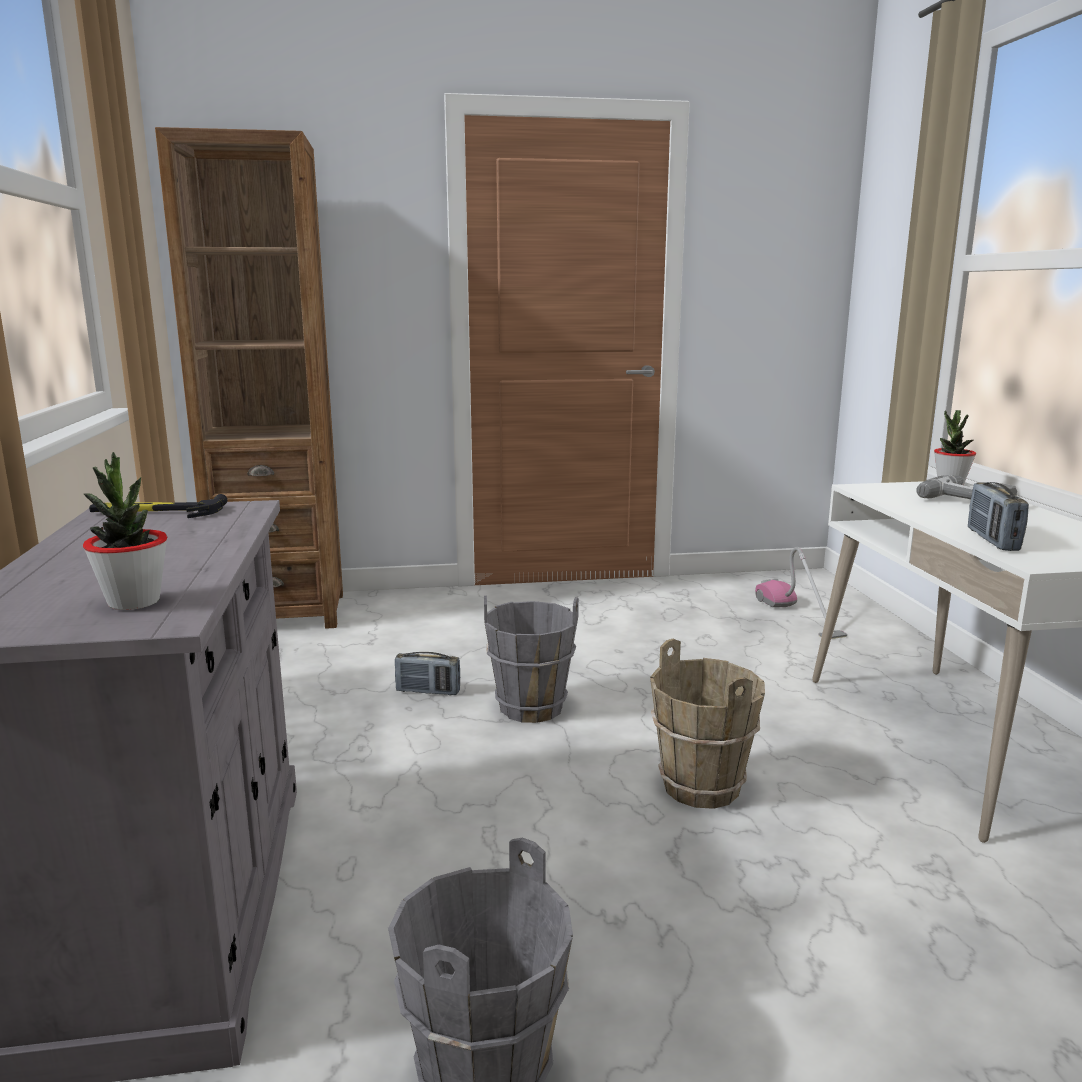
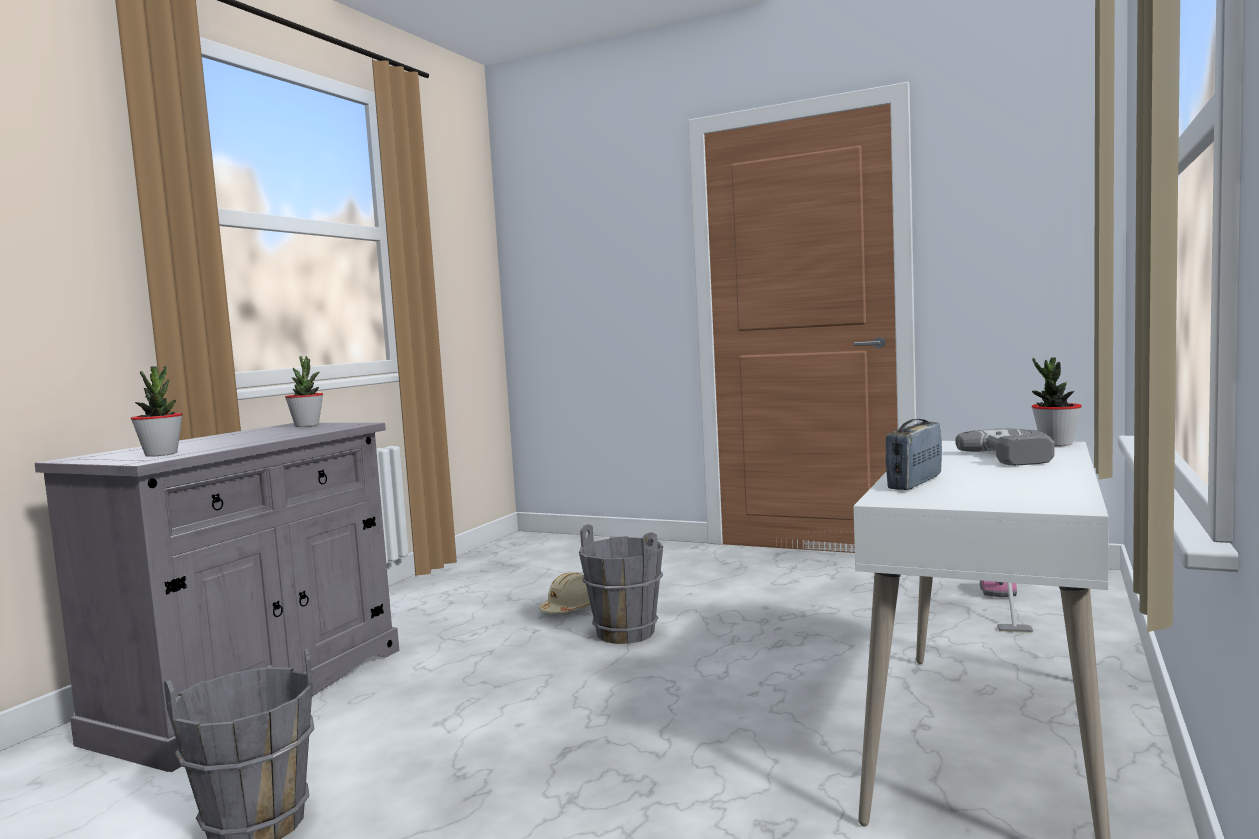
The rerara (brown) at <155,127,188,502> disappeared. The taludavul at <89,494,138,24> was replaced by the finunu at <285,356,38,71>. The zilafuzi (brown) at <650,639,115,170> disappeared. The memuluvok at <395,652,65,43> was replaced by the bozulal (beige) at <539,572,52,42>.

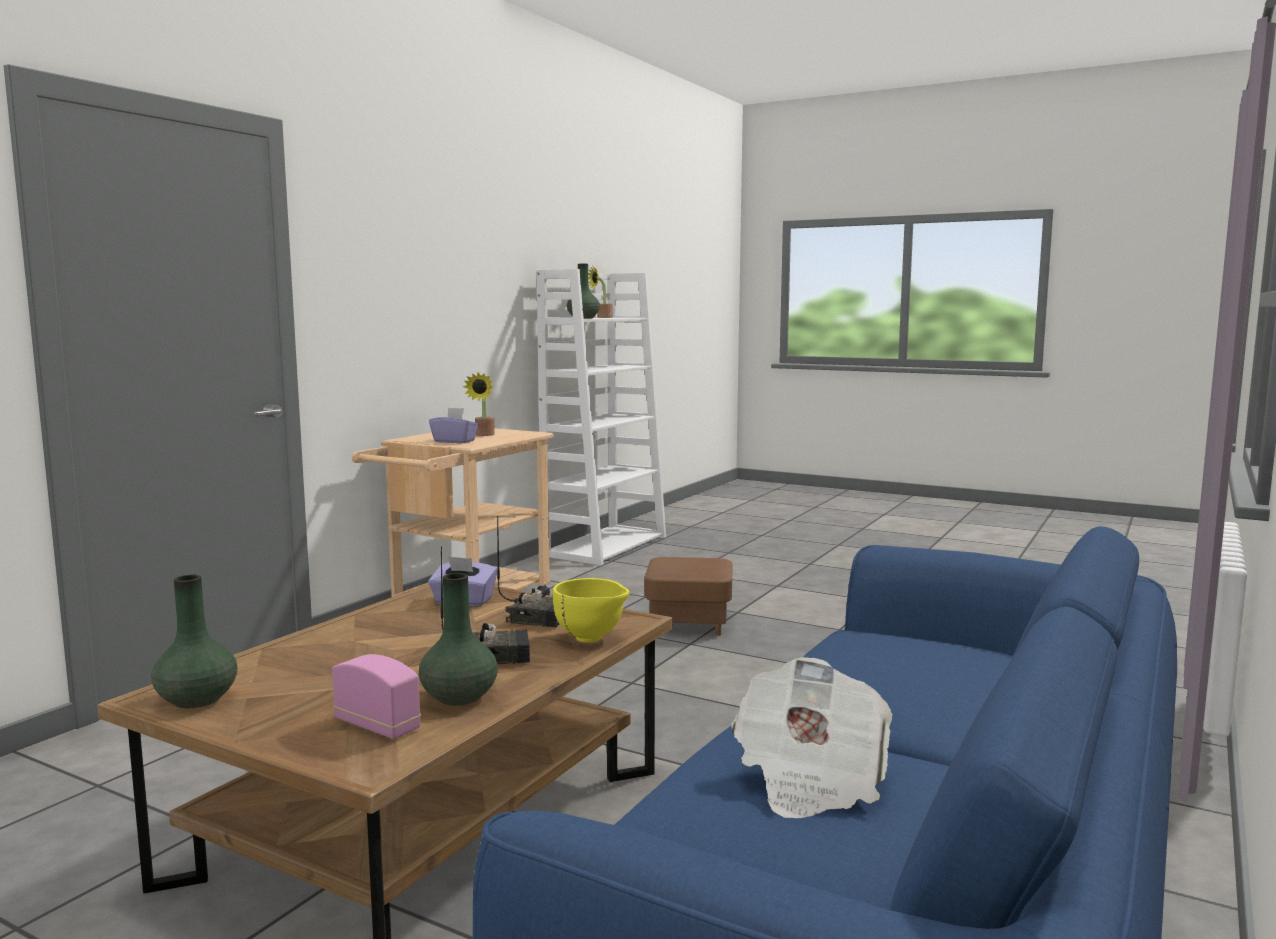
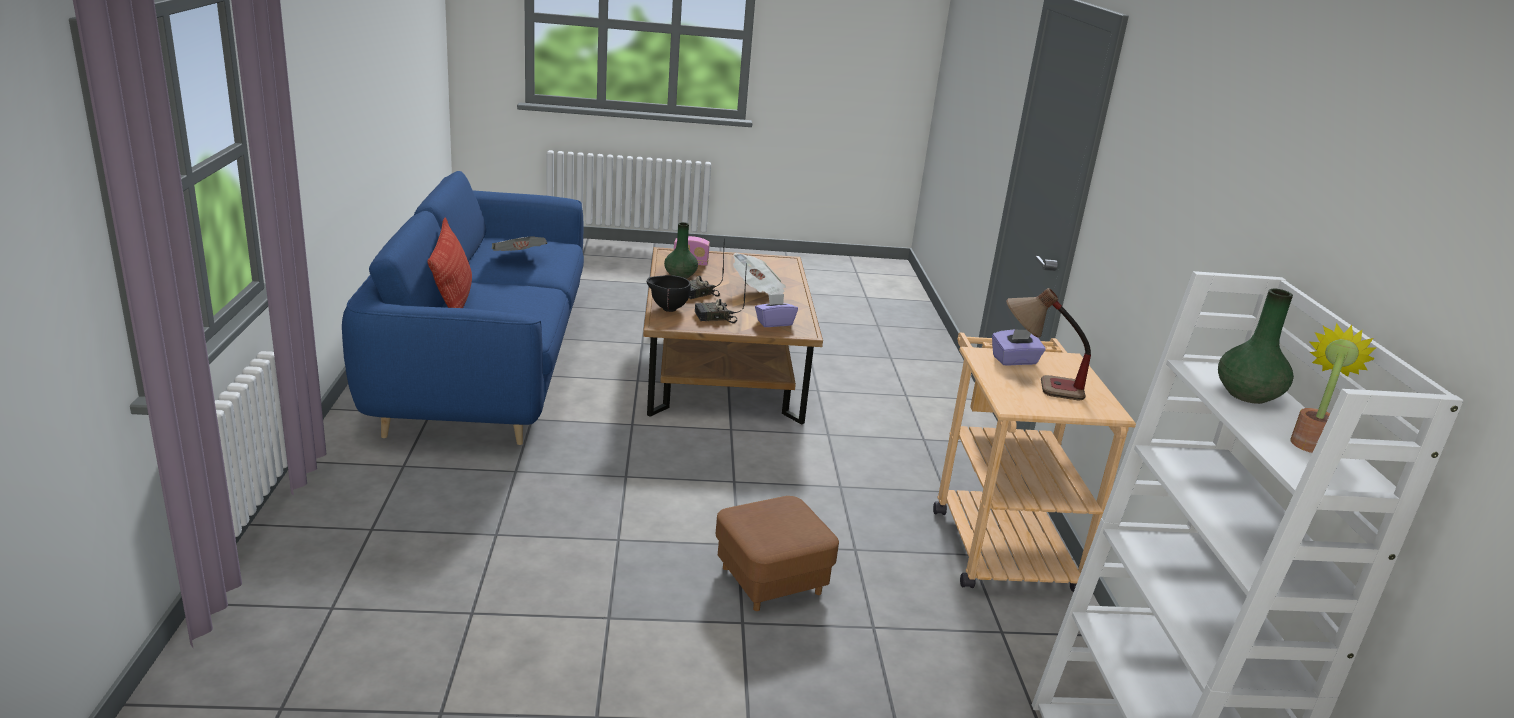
The finunu at <463,373,32,63> was replaced by the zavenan at <1006,288,85,112>. The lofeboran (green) at <151,575,87,134> disappeared. The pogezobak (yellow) at <553,578,76,65> became the pogezobak (black) at <647,275,44,37>. The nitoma at <427,218,45,90> appeared. The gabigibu at <733,253,53,42> appeared.

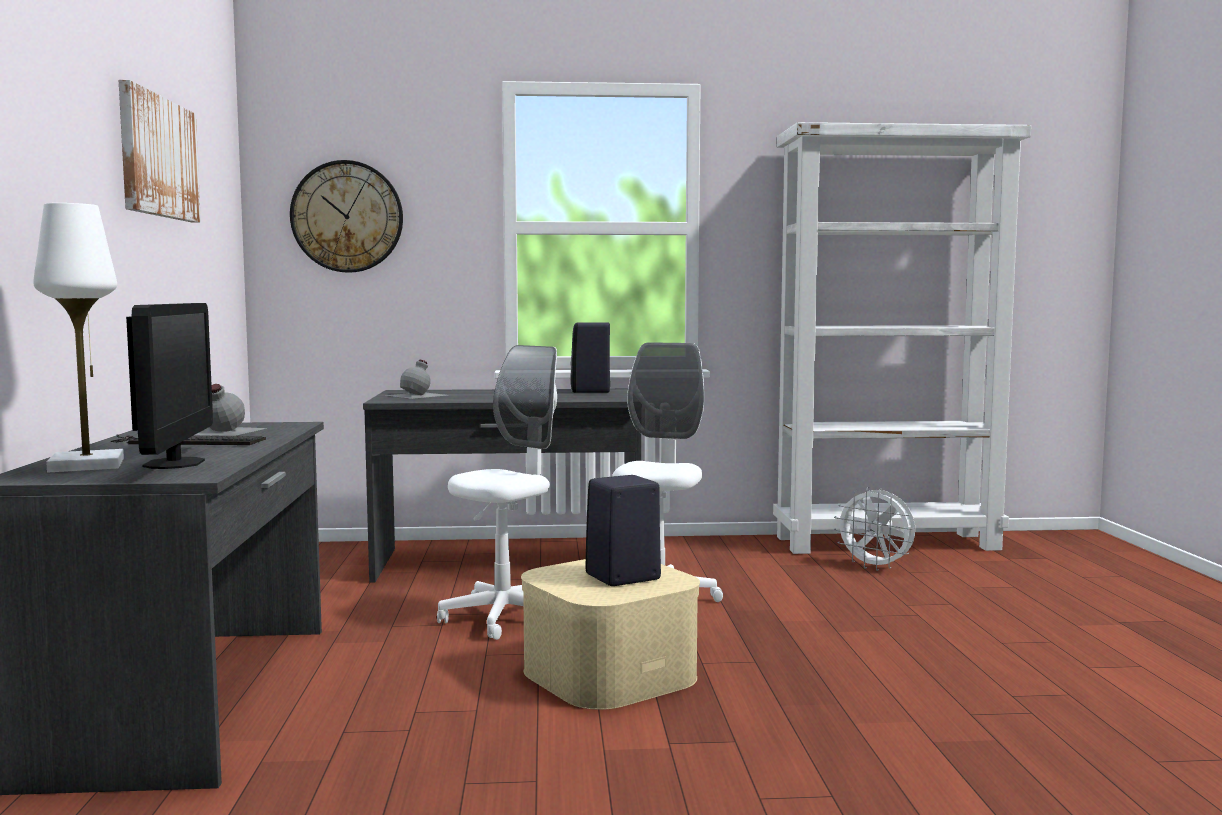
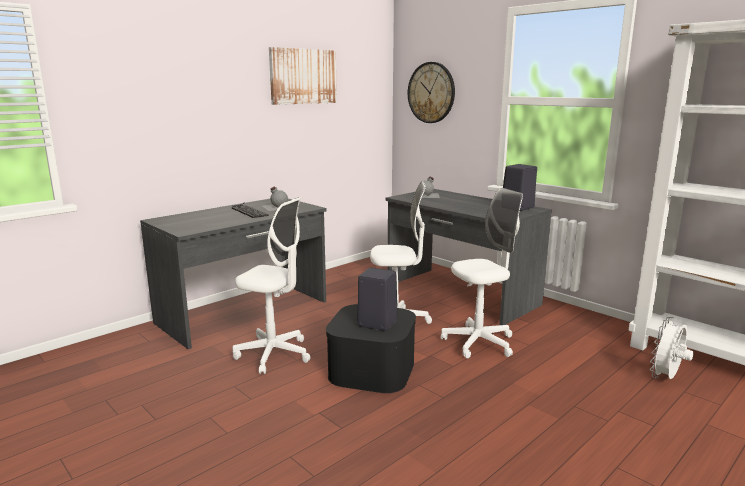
The zavenan (white) at <33,203,91,270> disappeared. The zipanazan at <126,303,87,166> disappeared. The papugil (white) at <834,487,81,84> turned 45 degrees clockwise. The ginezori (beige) at <521,559,179,151> became the ginezori (black) at <326,304,90,89>. The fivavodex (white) at <232,197,79,177> appeared.

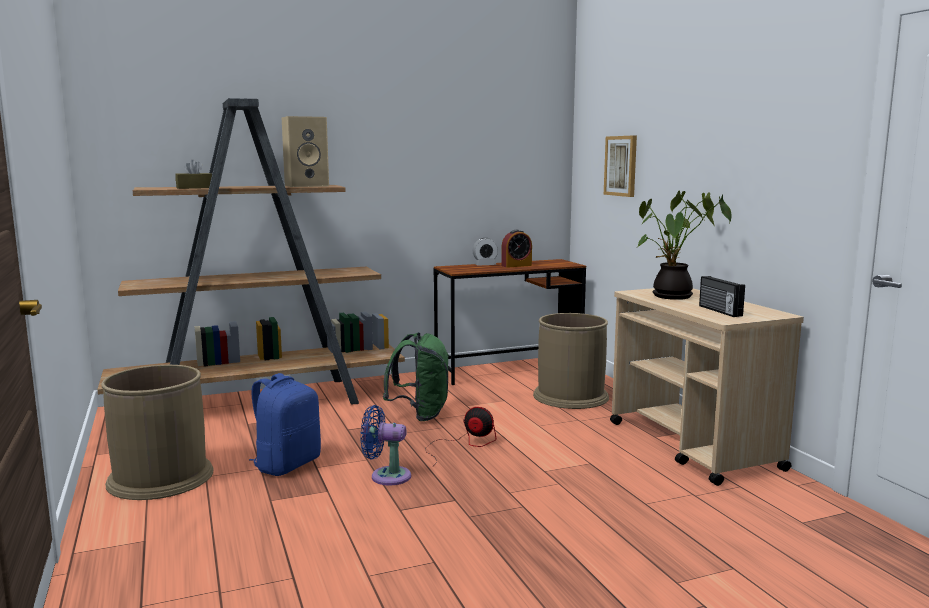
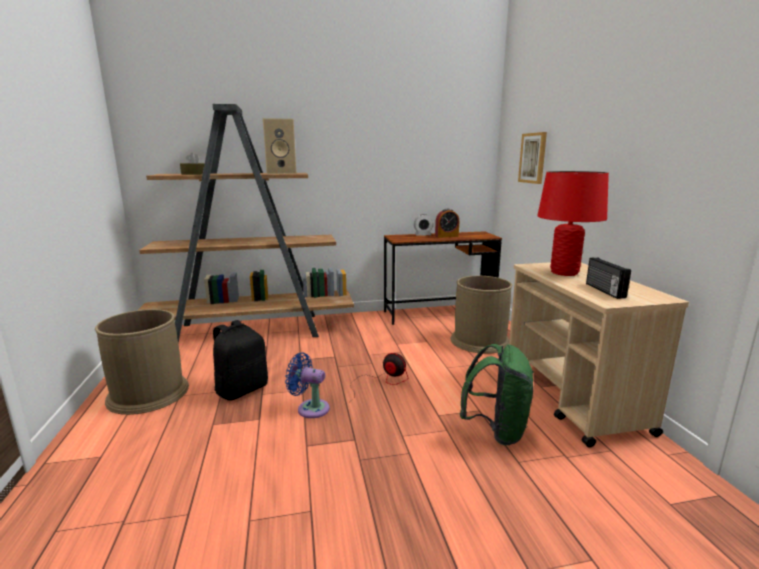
The finunu at <638,191,94,109> was replaced by the zavenan (red) at <537,171,72,105>. The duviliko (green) moved from <383,332,66,89> to <460,344,74,101>. The duviliko (blue) at <249,373,72,103> became the duviliko (black) at <213,320,55,81>.

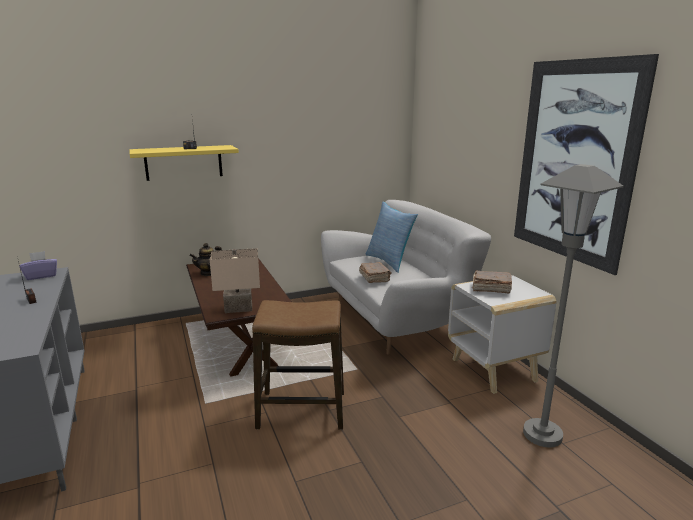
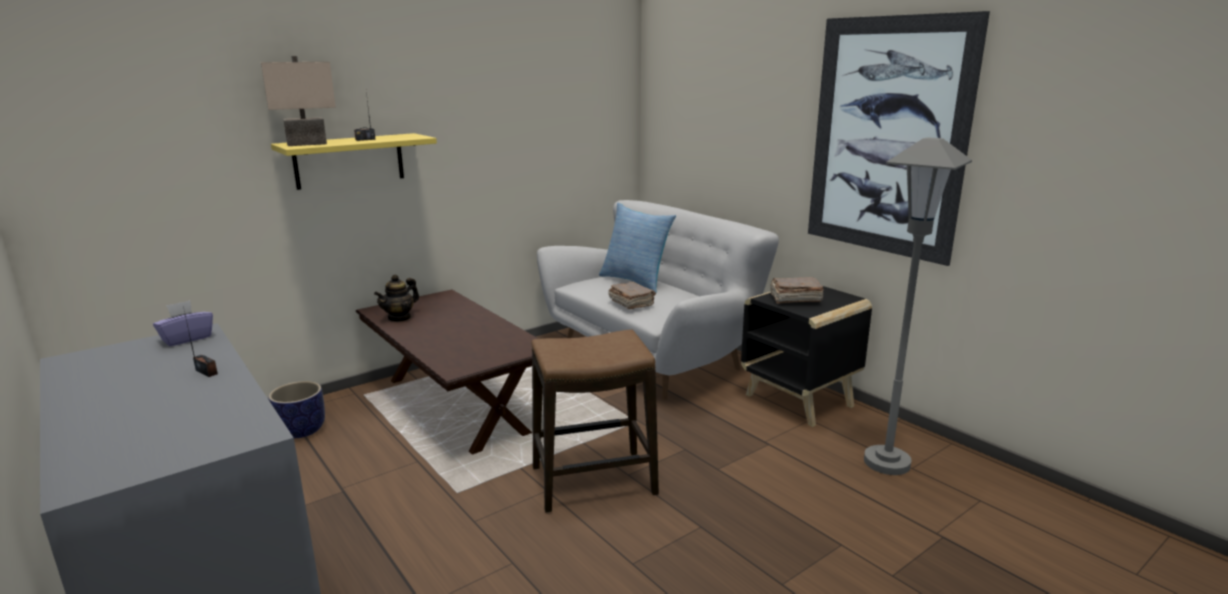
The zavenan (beige) moved from <210,248,50,65> to <261,56,75,90>. The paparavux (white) at <448,275,109,119> became the paparavux (black) at <741,286,131,141>. The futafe at <268,381,57,57> appeared.

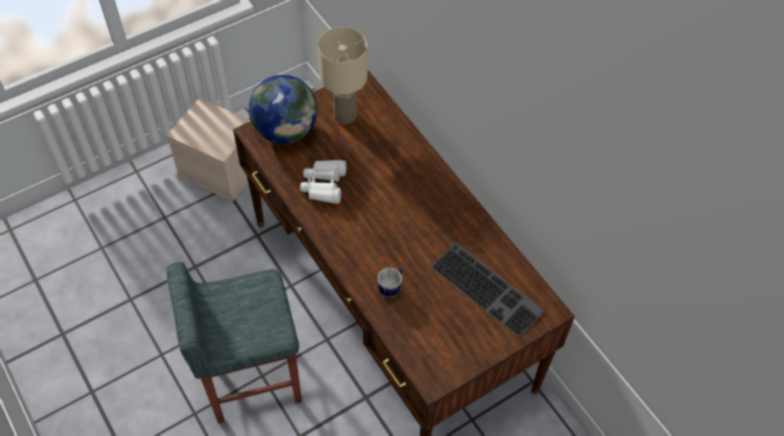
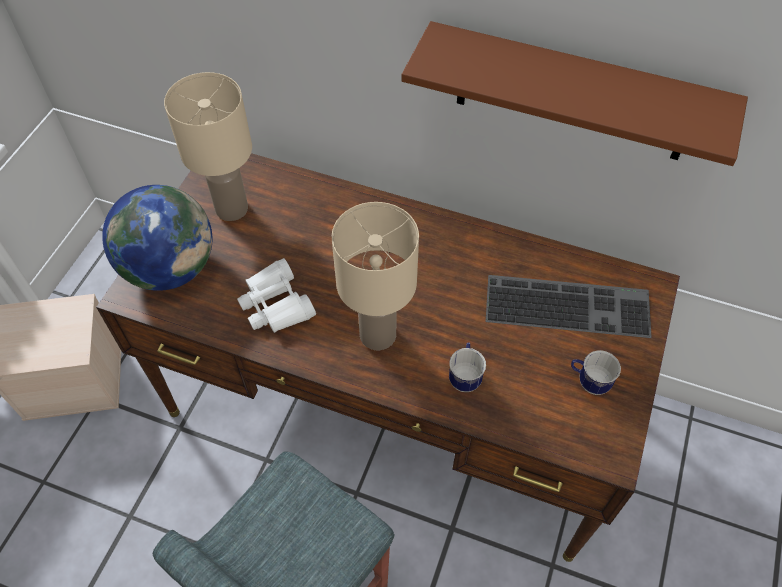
The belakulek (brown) at <401,21,347,145> appeared. The zavenan (beige) at <332,202,87,148> appeared. The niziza at <571,350,50,45> appeared.

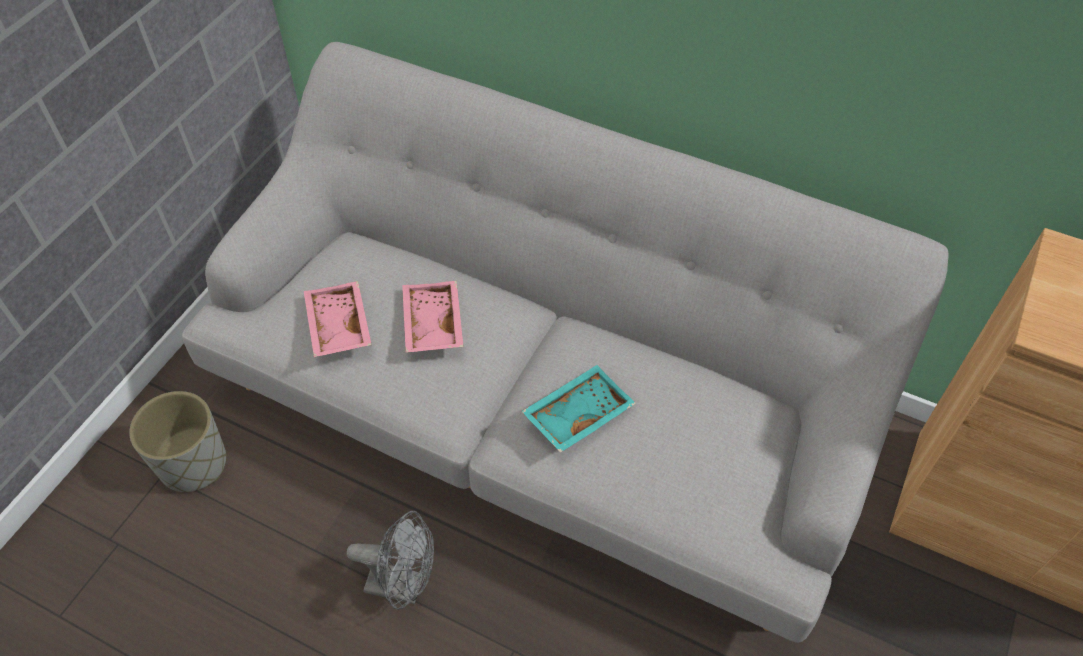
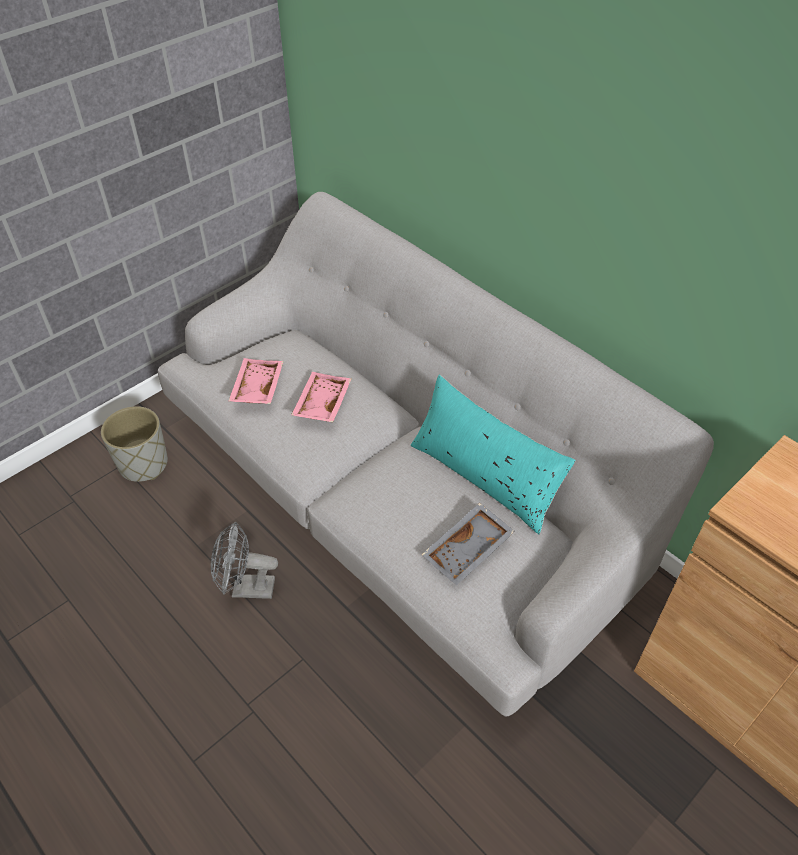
The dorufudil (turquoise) at <521,365,115,88> disappeared. The papugil (grey) at <347,511,87,99> turned 150 degrees clockwise. The nitoma (turquoise) at <411,375,165,159> appeared. The dorufudil (grey) at <422,503,93,82> appeared.

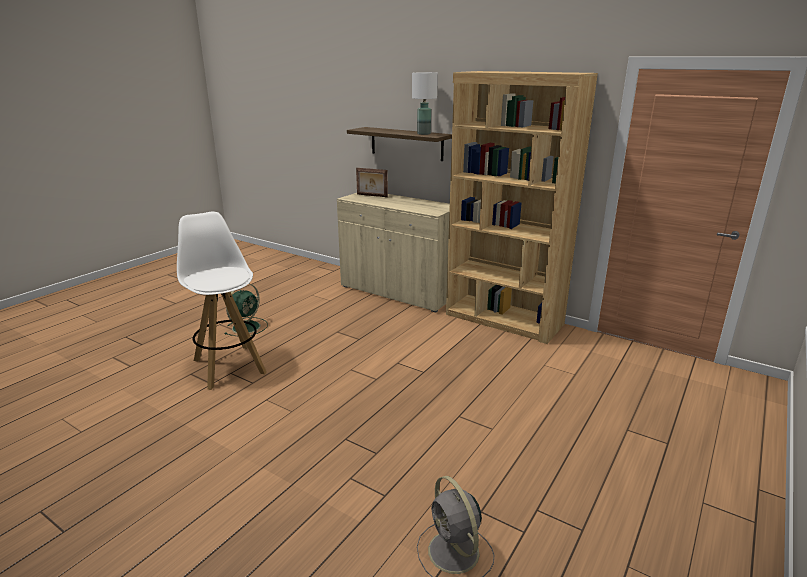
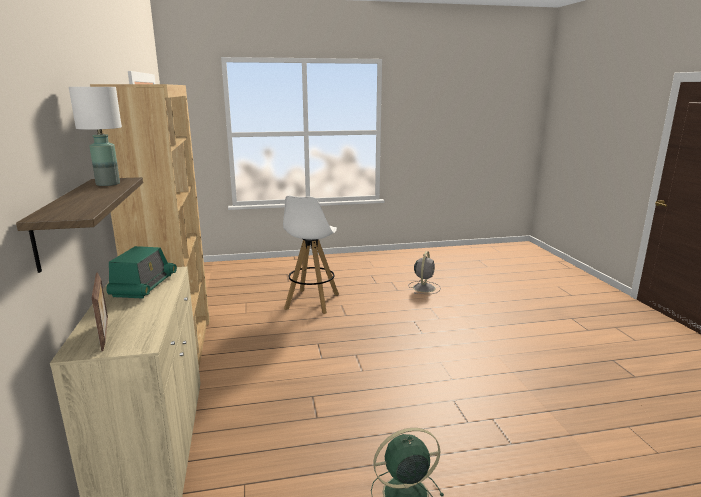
The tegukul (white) moved from <177,211,90,179> to <283,195,56,119>. The memuluvok at <106,246,71,52> appeared.

